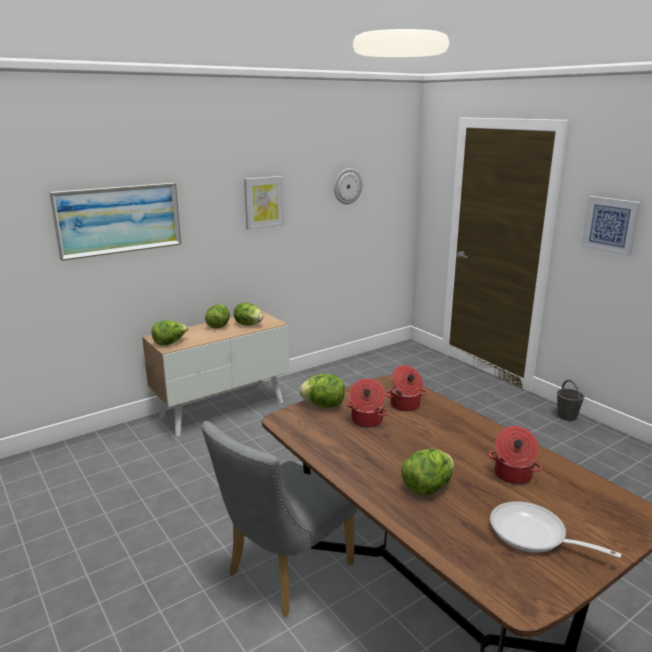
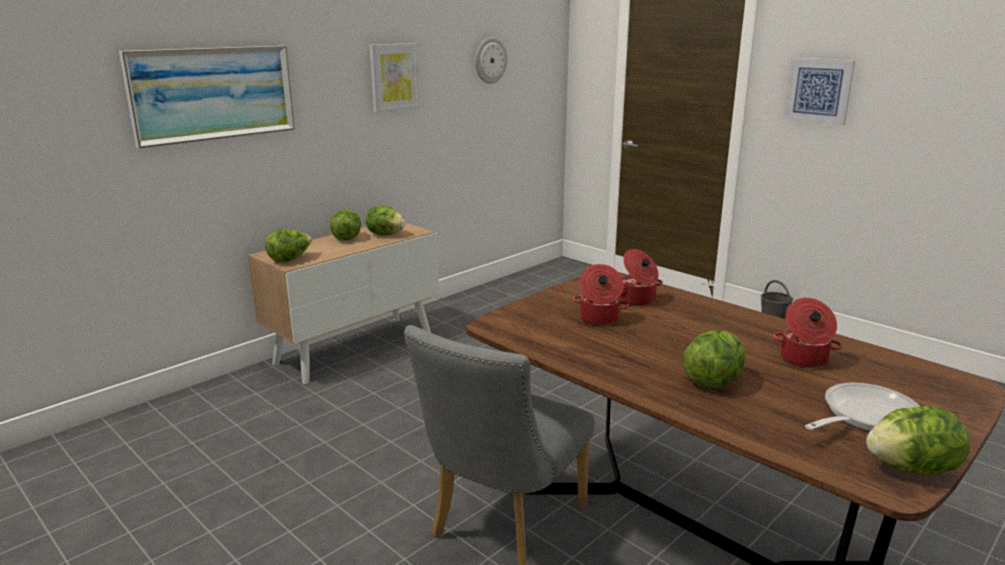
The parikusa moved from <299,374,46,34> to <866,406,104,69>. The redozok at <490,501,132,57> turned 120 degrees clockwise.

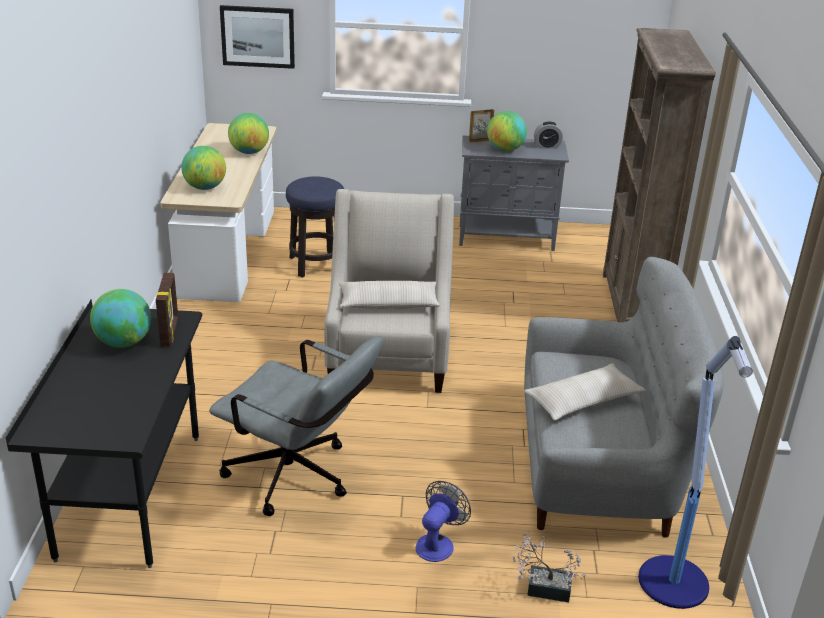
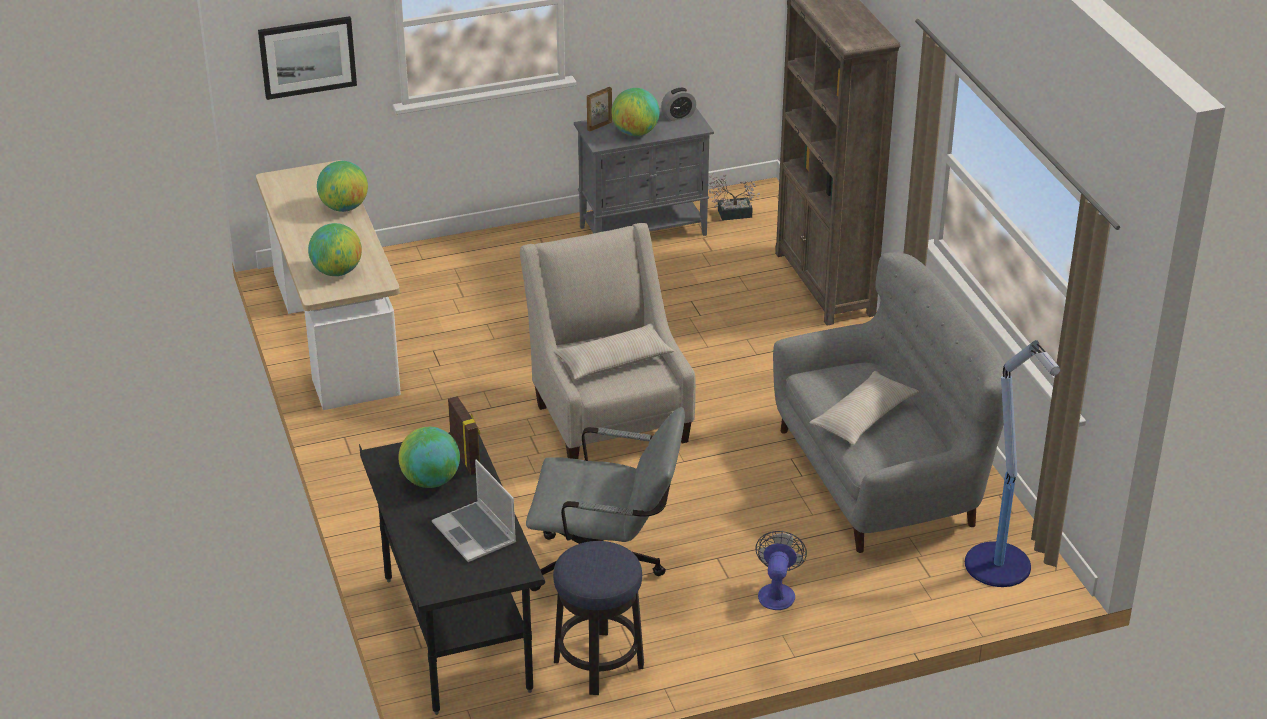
The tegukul moved from <286,176,58,101> to <553,541,91,154>. The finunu moved from <513,531,73,71> to <708,173,52,48>. The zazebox at <432,460,84,102> appeared.

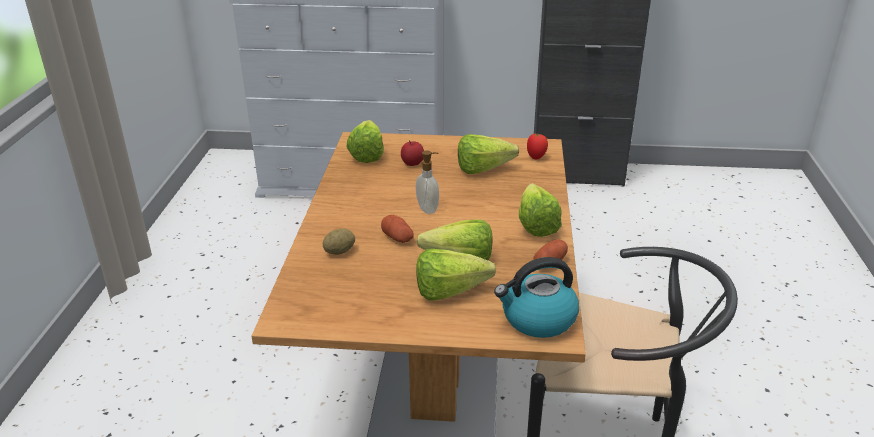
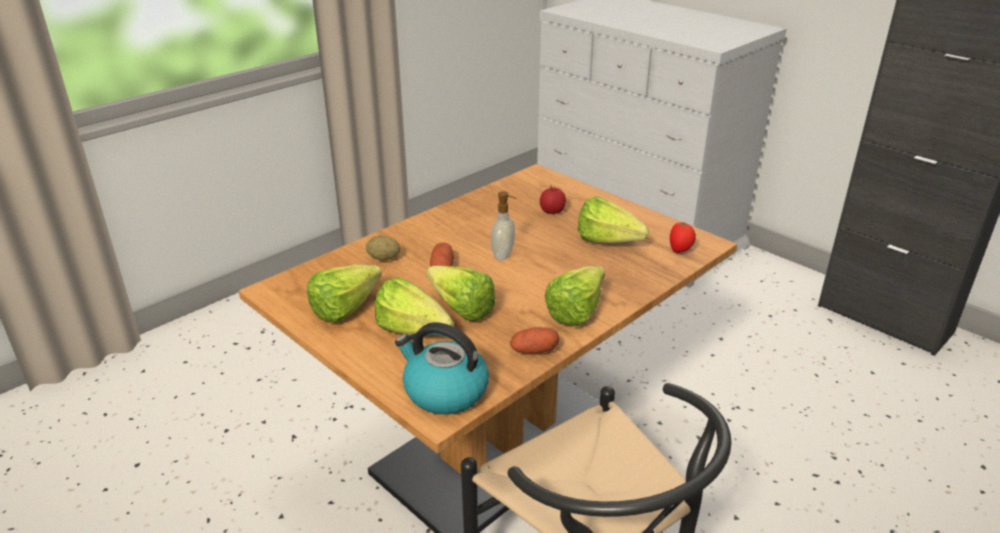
The parikusa moved from <346,120,38,43> to <307,265,75,58>.

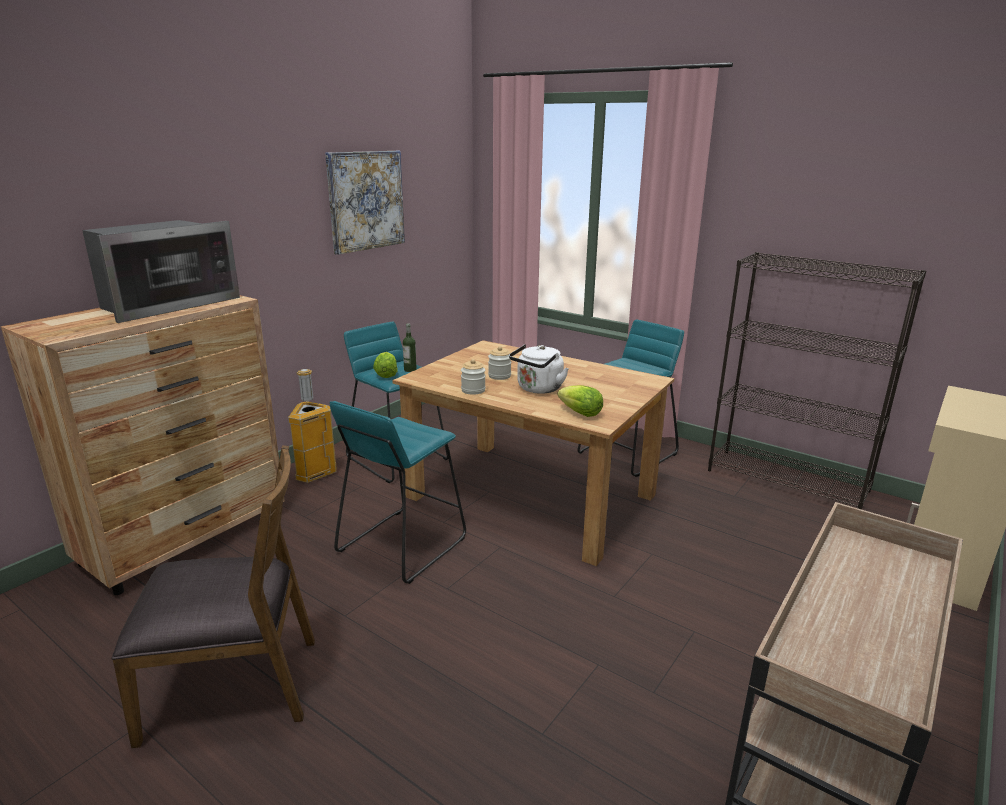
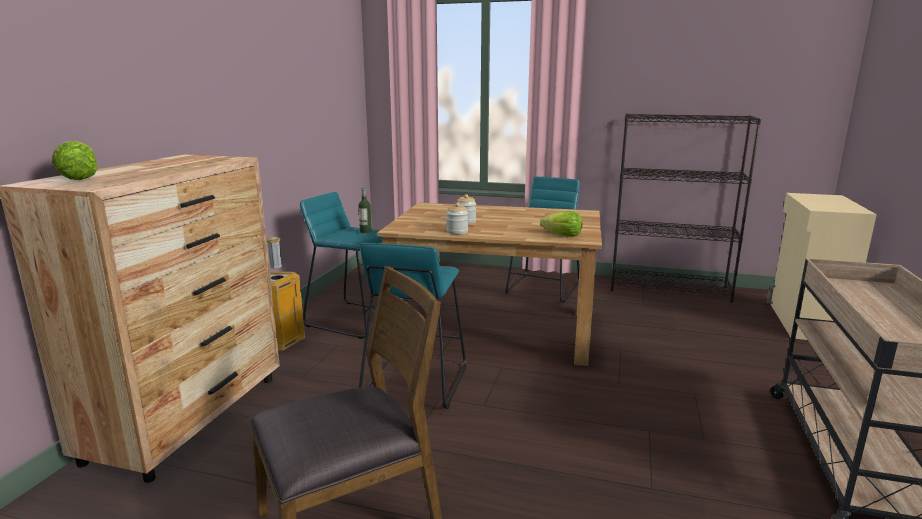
The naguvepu at <325,151,80,104> disappeared. The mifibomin at <82,220,158,103> disappeared. The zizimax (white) at <509,344,60,50> disappeared. The parikusa moved from <373,352,25,26> to <52,141,46,39>.

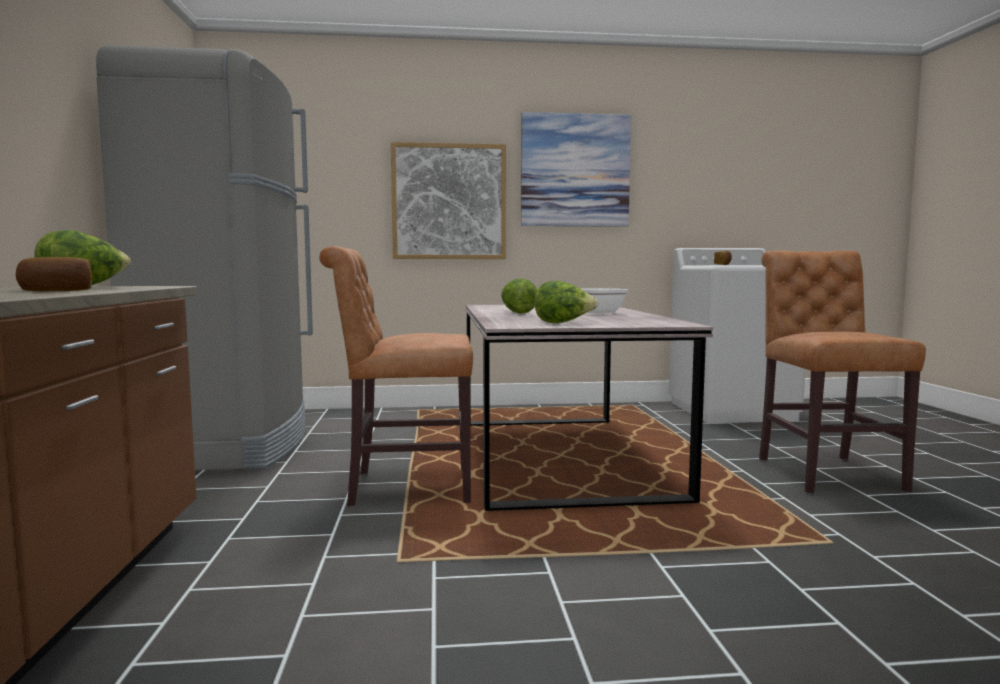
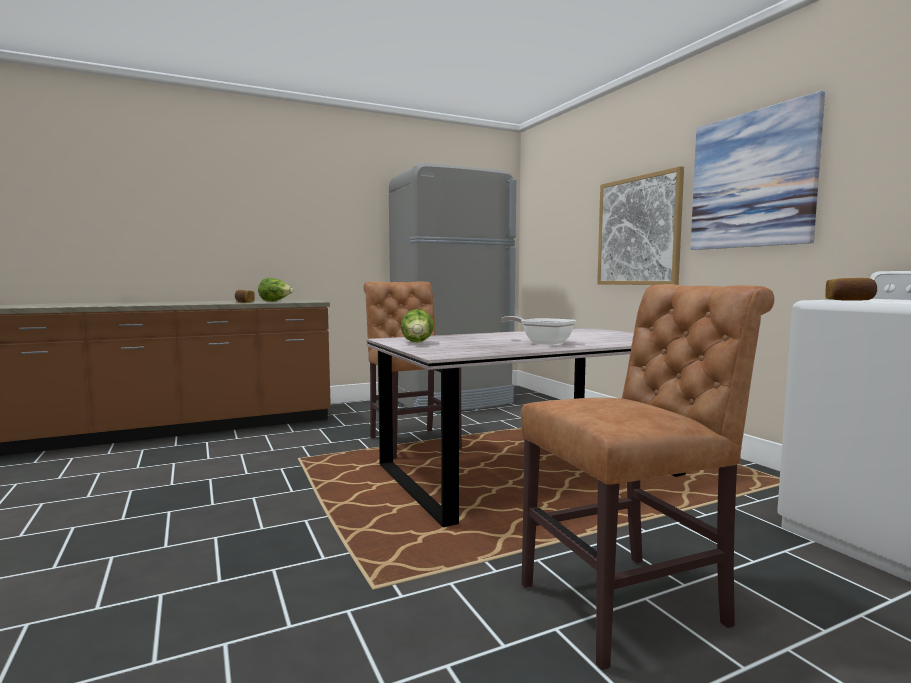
The parikusa at <501,278,36,36> disappeared.

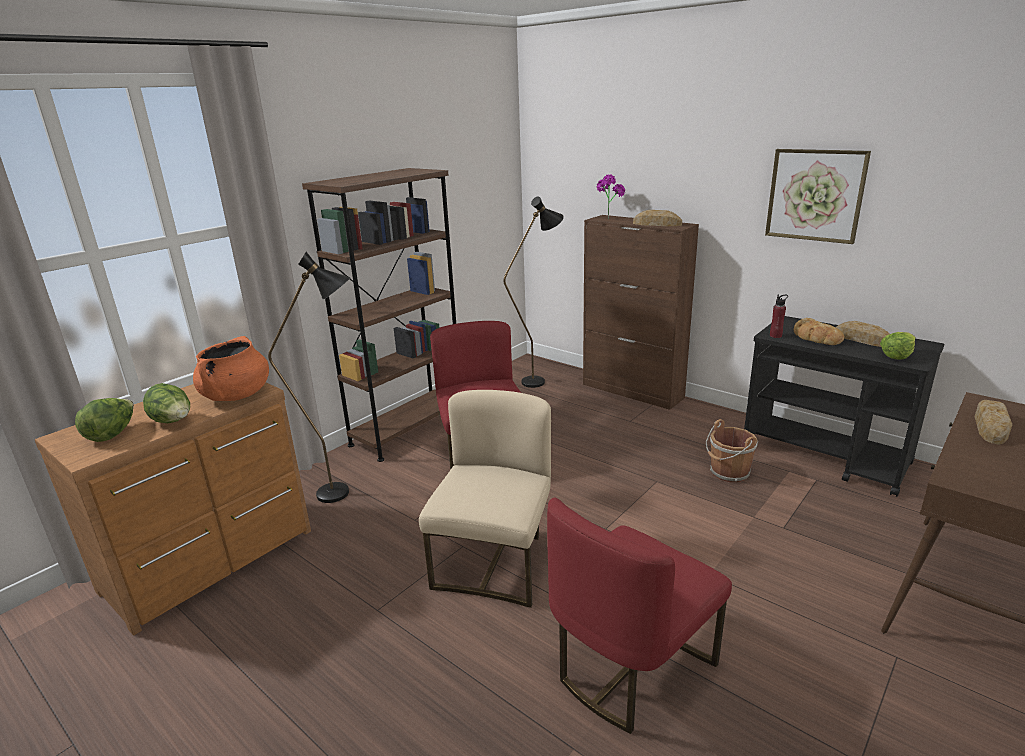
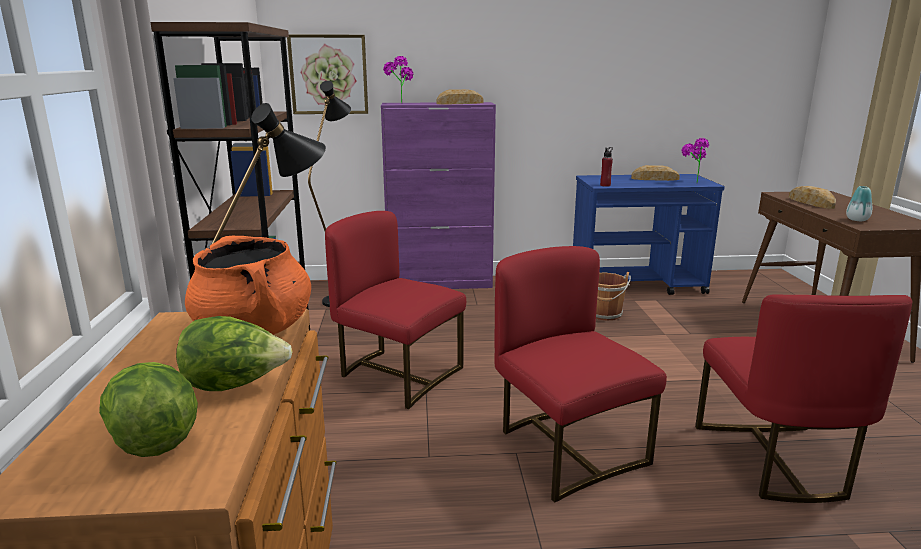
The naguvepu moved from <765,149,106,95> to <287,34,81,80>. The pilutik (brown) at <583,215,116,195> became the pilutik (purple) at <381,102,115,187>. The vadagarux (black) at <744,316,200,181> became the vadagarux (blue) at <573,174,152,121>. The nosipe at <794,318,50,27> disappeared. The parikusa at <880,332,36,28> was replaced by the finunu at <681,138,28,46>. The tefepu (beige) at <419,390,132,218> became the tefepu (red) at <494,246,173,257>. The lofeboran at <846,186,26,35> appeared.

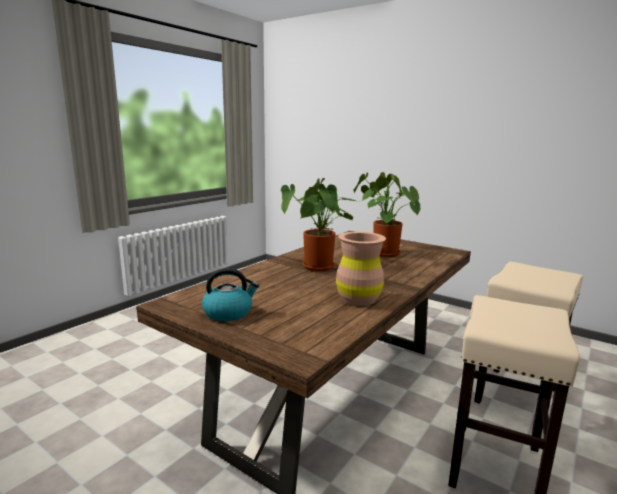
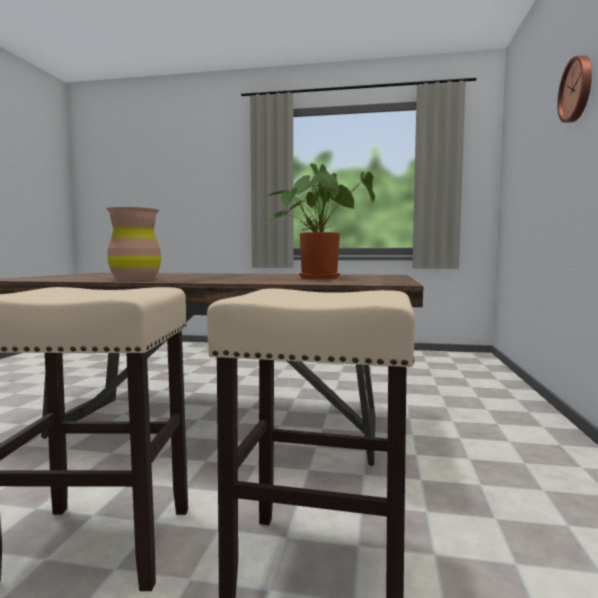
The finunu at <281,178,78,93> disappeared. The zizimax at <202,268,57,53> disappeared. The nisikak at <557,55,35,68> appeared.

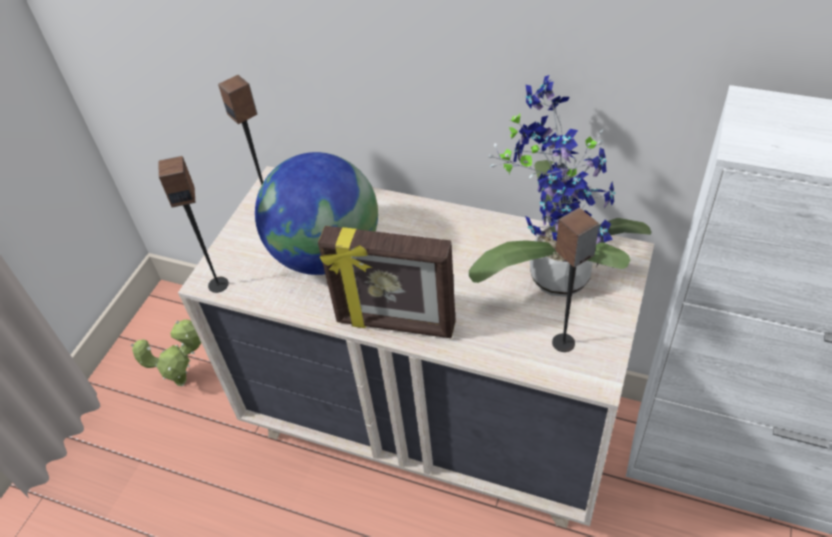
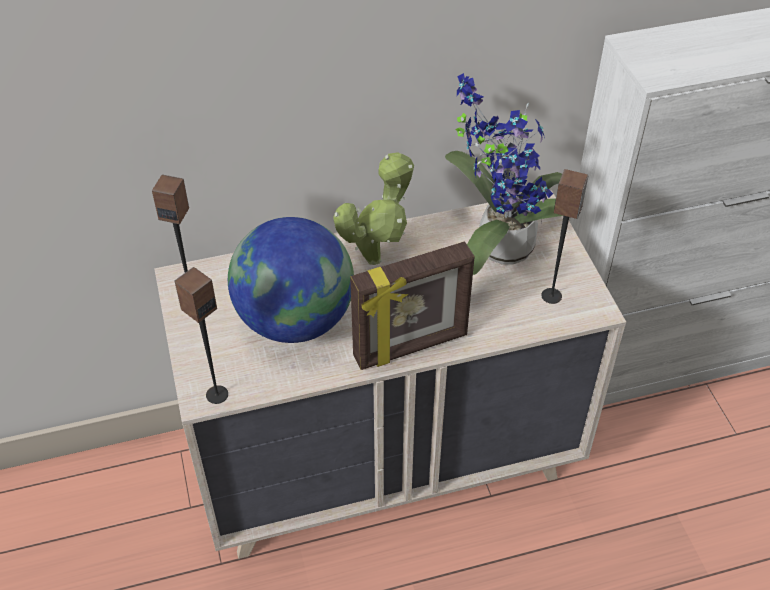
The finunu moved from <131,319,70,67> to <333,152,81,113>.

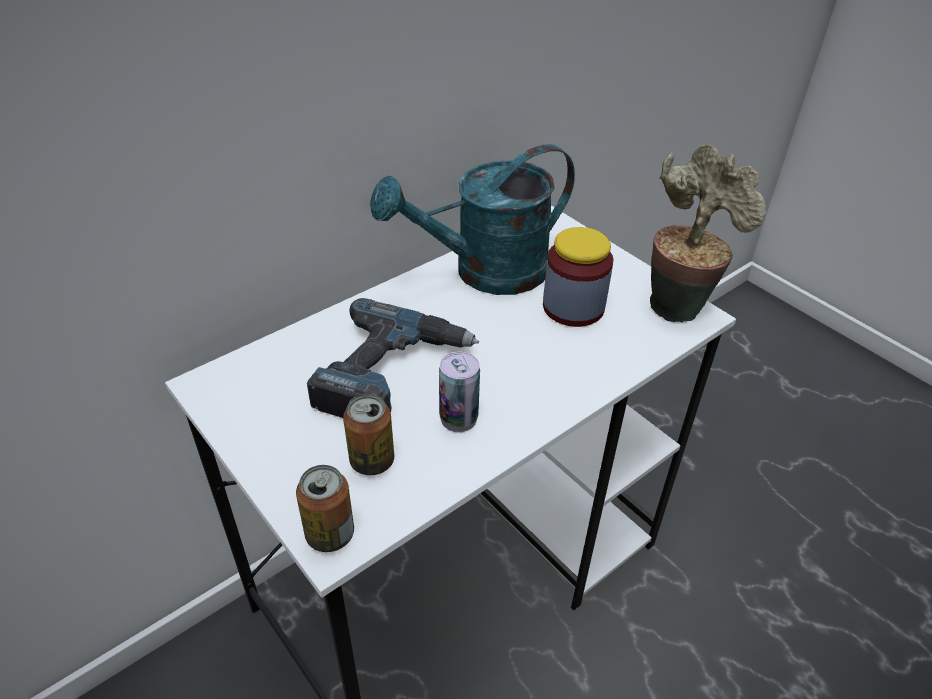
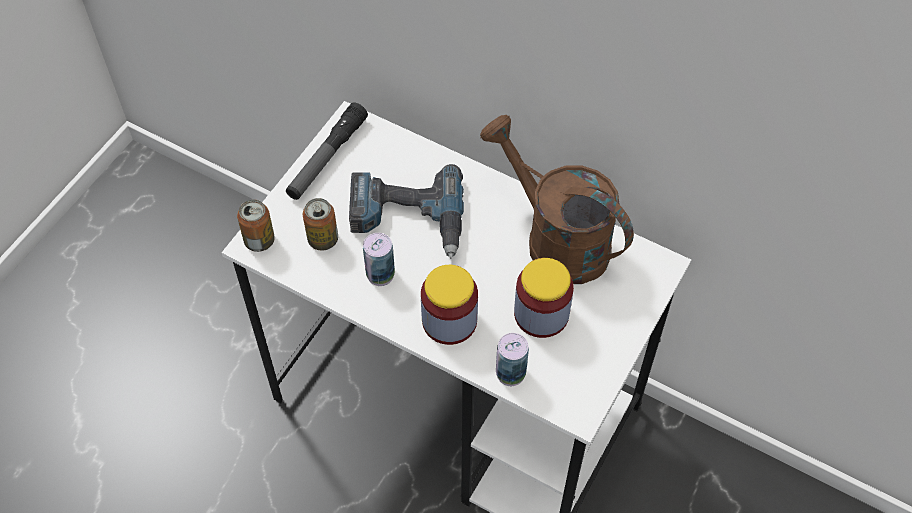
The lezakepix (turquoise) at <370,144,205,151> became the lezakepix (brown) at <480,115,154,169>. The finunu at <650,145,116,177> disappeared. The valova at <286,102,82,98> appeared. The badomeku at <421,265,57,80> appeared. The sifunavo at <496,333,33,53> appeared.

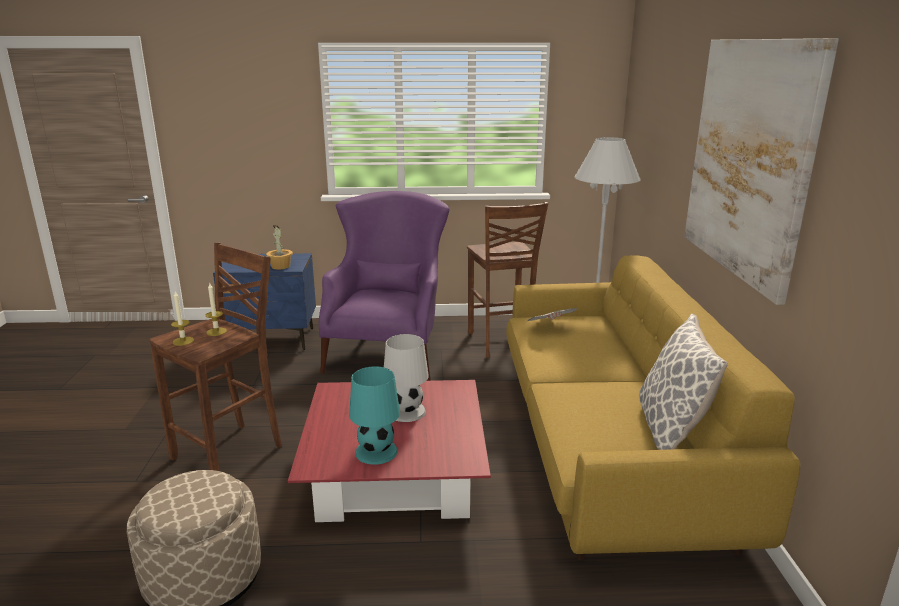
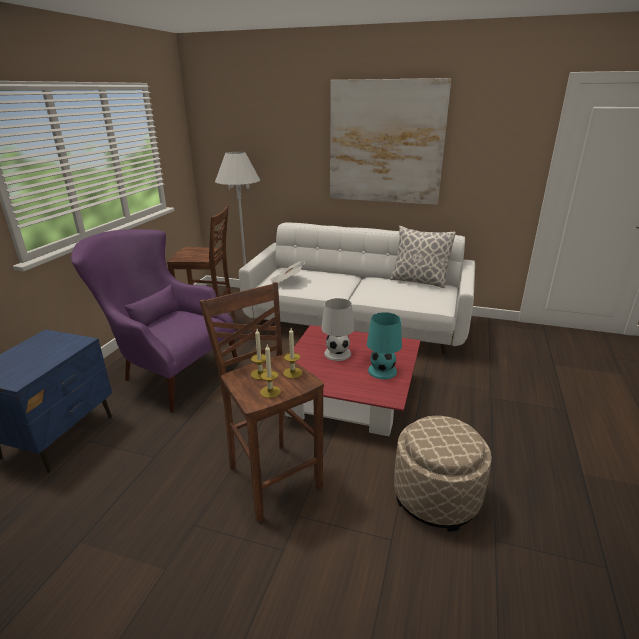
The finunu at <266,226,27,44> disappeared. The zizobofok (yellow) at <506,256,294,304> became the zizobofok (white) at <239,222,236,132>. The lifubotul at <283,328,19,50> appeared.

